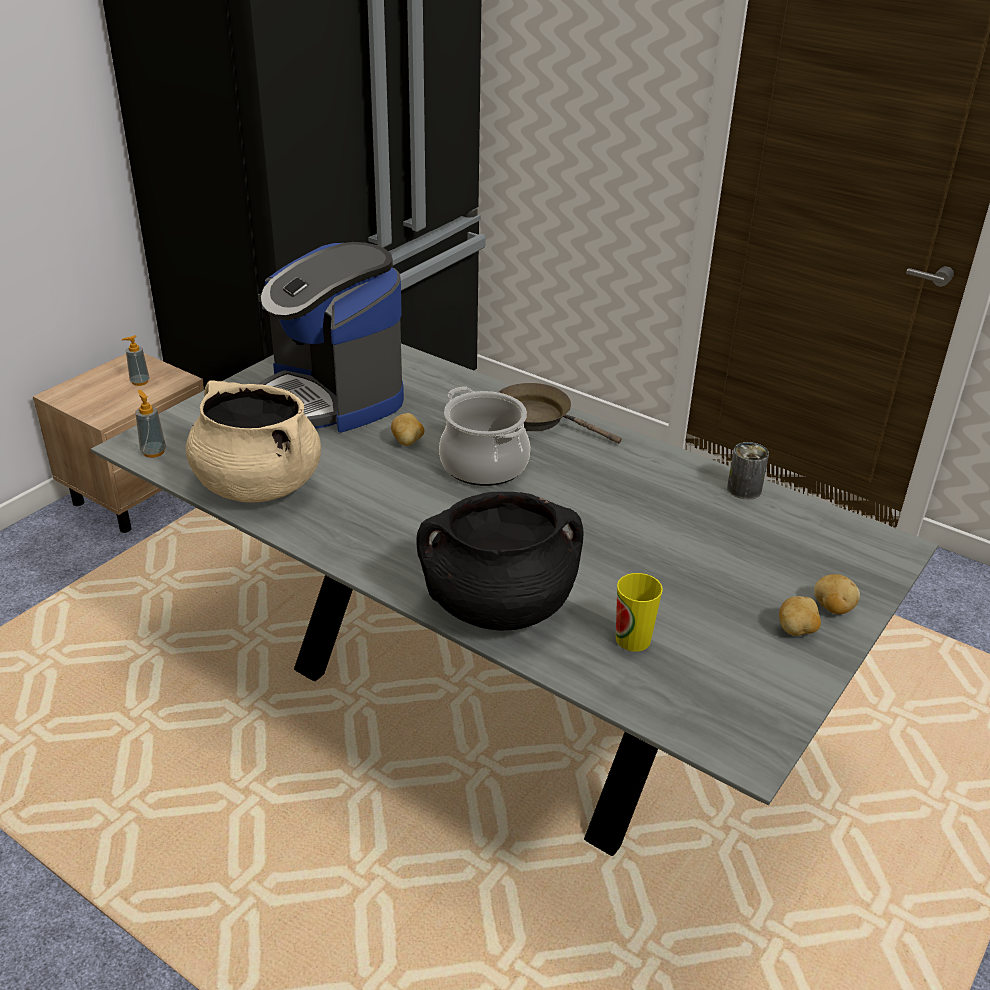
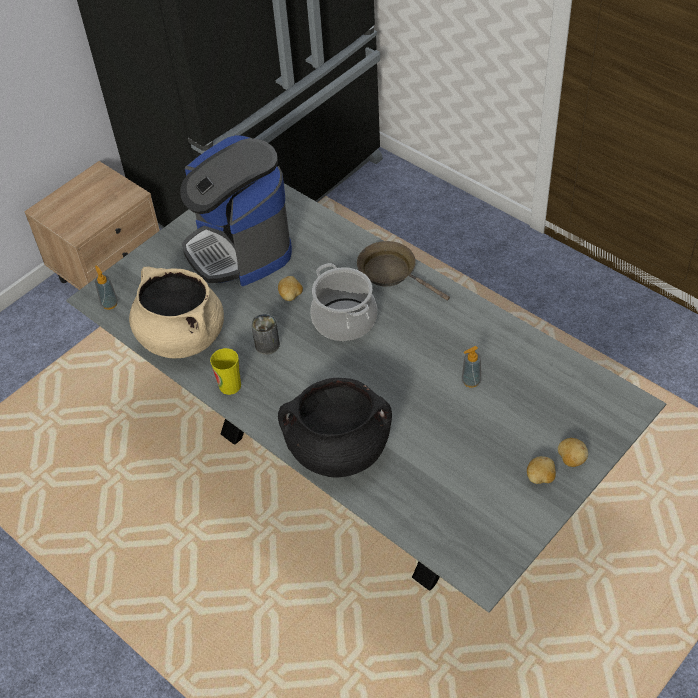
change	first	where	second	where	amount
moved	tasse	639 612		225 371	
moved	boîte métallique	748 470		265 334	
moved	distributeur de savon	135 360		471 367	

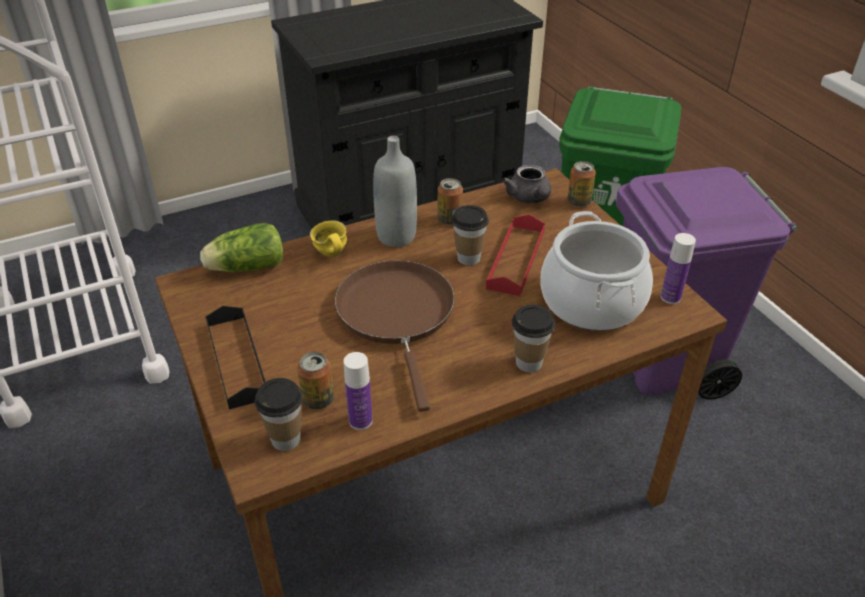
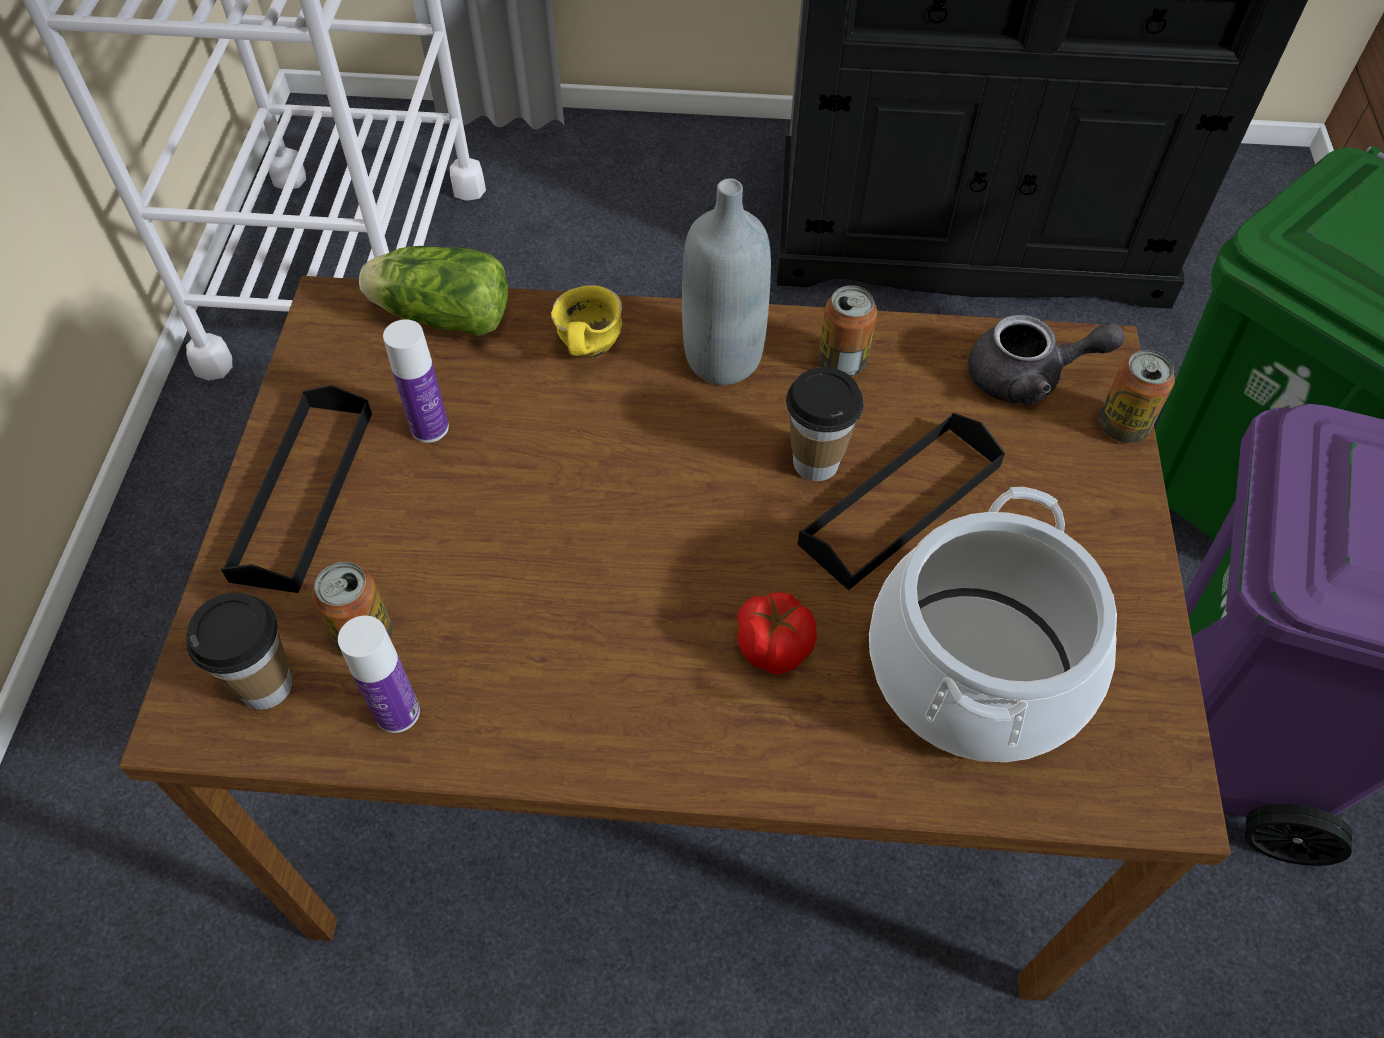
change	first	where	second	where	amount
moved	bouteille	678 268		416 381	
added			tomate	777 633	
recoloured	plateau/rouge	515 255	plateau/noir	901 501	
turned	théière/gris	526 184		1046 360	105 degrees counterclockwise
removed	poêle/marron	395 336			
removed	tasse	533 338			

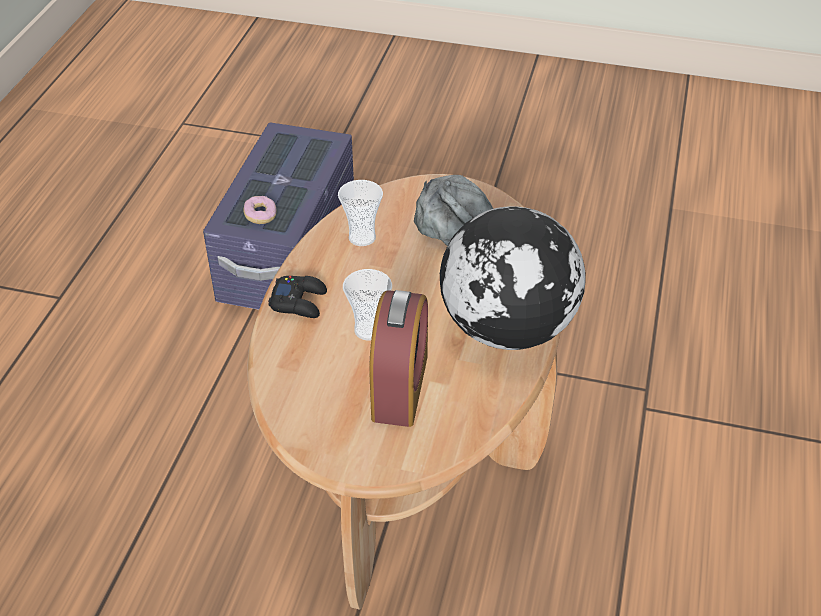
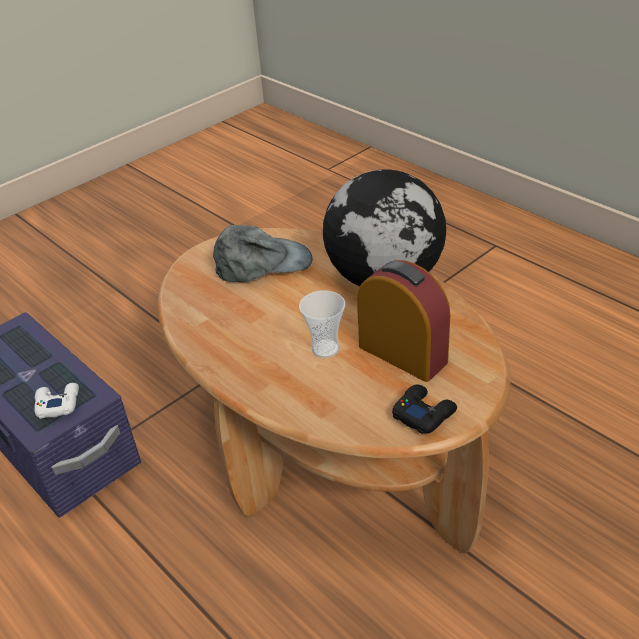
change	first	where	second	where	amount
replaced	beignet	260 210	manette/blanc	56 401	
moved	manette/noir	297 297		424 409	
removed	tasse	360 213			

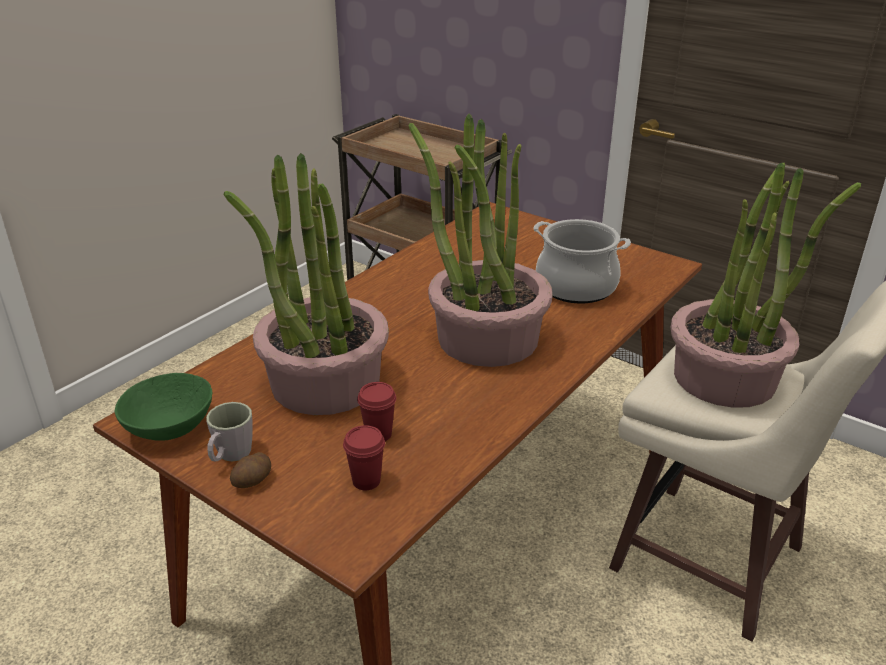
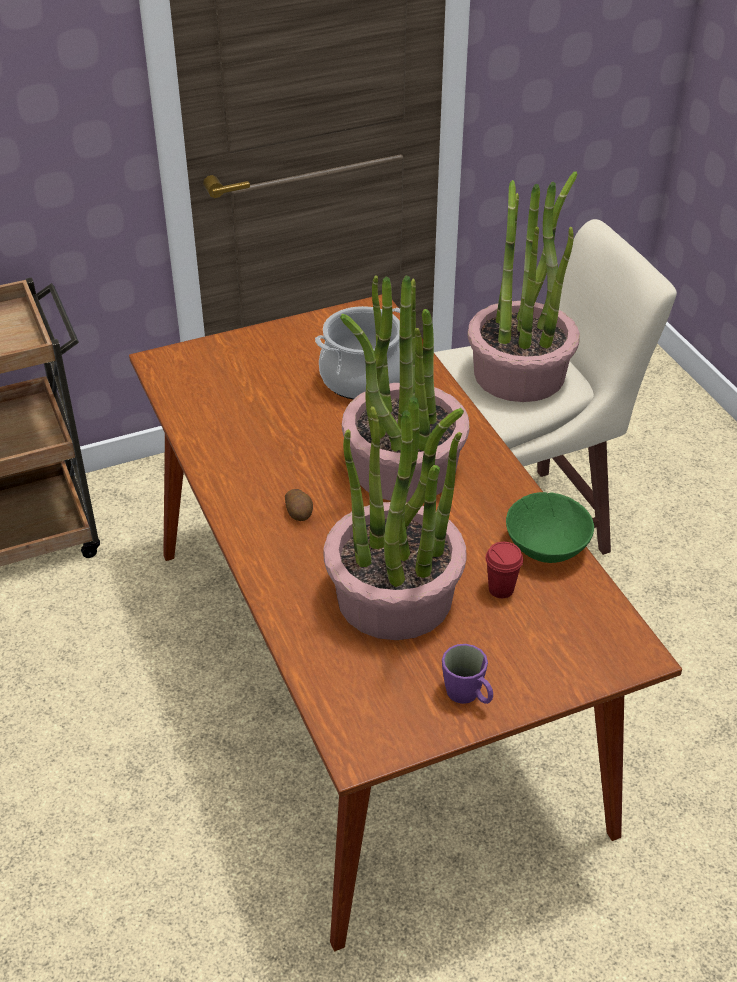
change	first	where	second	where	amount
moved	pomme de terre	250 470		299 505	
recoloured	mug/gris	229 432	mug/violet	467 674	
moved	bol/vert	163 407		550 527	
removed	tasse/rouge	364 457			

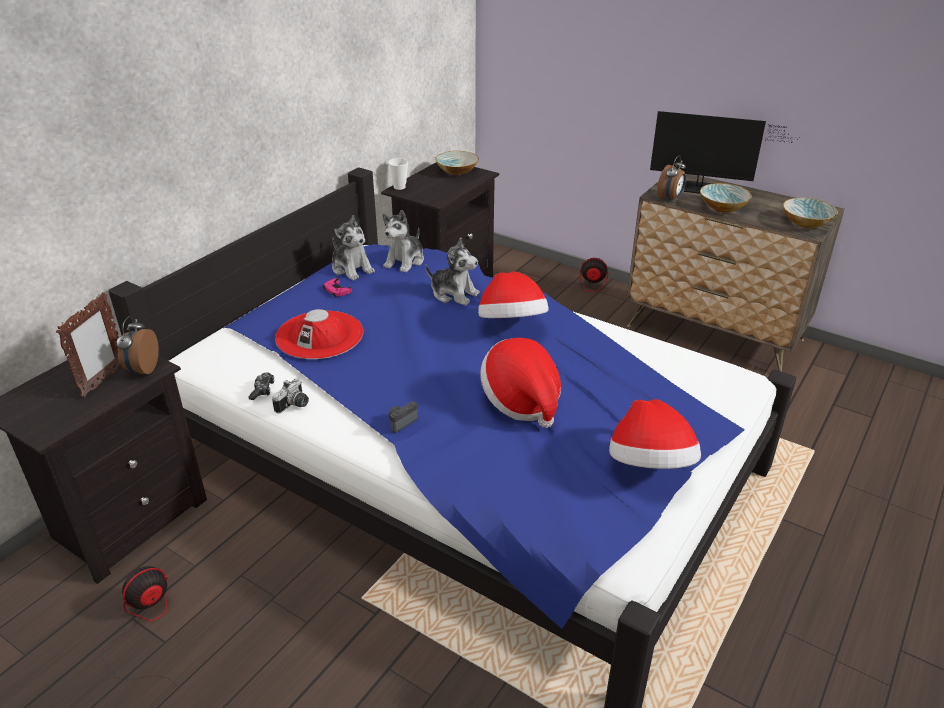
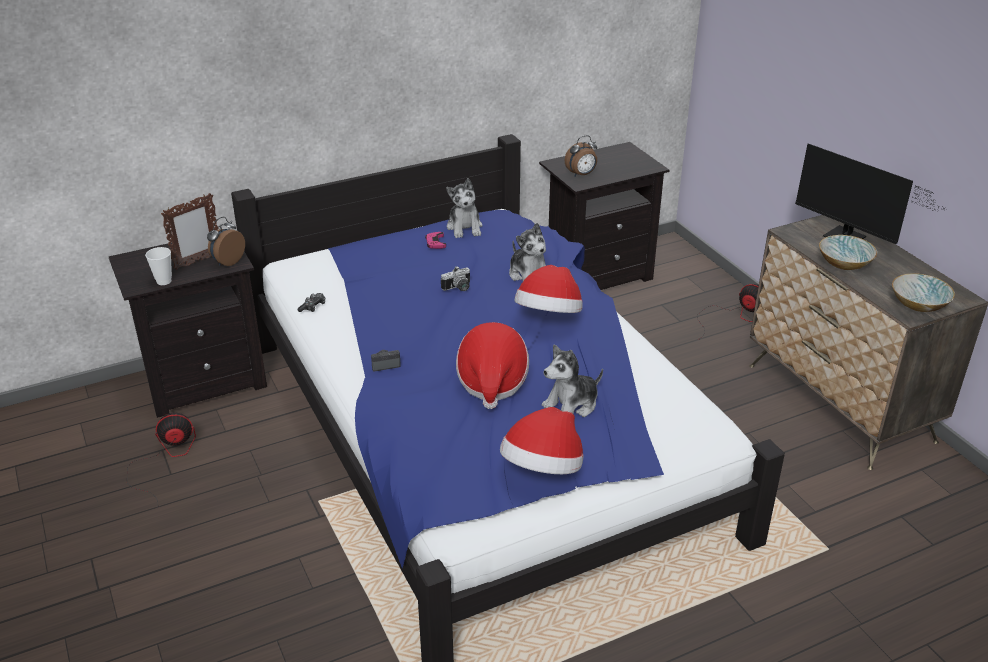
change	first	where	second	where	amount
moved	tasse	398 174		158 266	
moved	appareil photo	290 396		455 278	
moved	peluche	403 241		572 381	
moved	réveil	671 178		581 156	
removed	chapeau/rouge	319 334			
removed	bol	457 163			

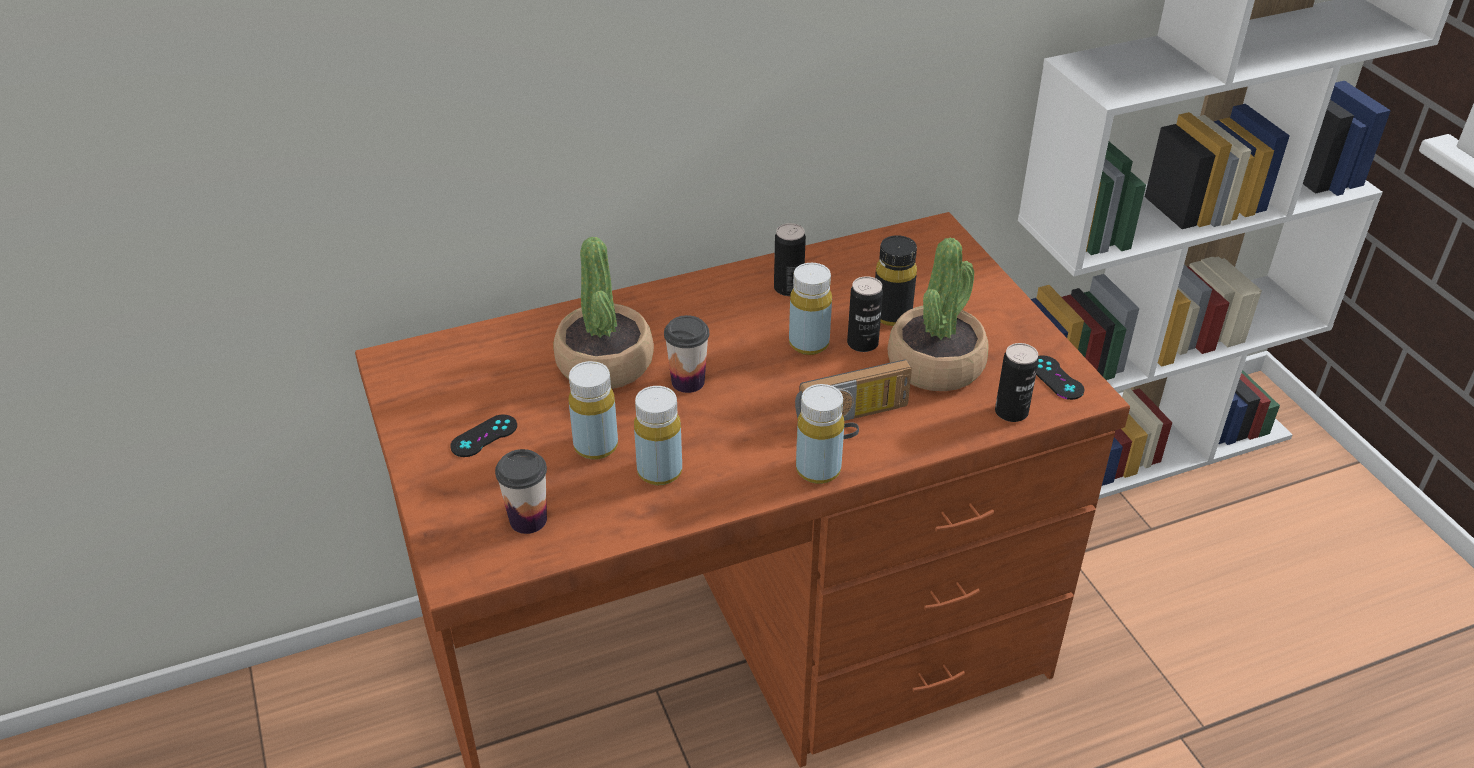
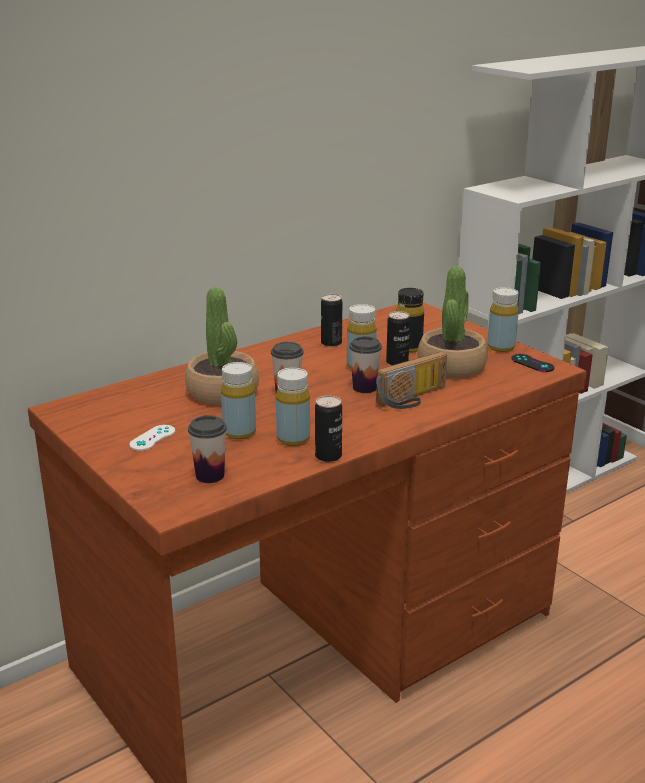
change	first	where	second	where	amount
recoloured	manette/noir	483 436	manette/blanc	152 438	
moved	boîte métallique	1017 382		328 428	
added			tasse	365 364	
moved	bouteille/jaune	820 434		503 319	

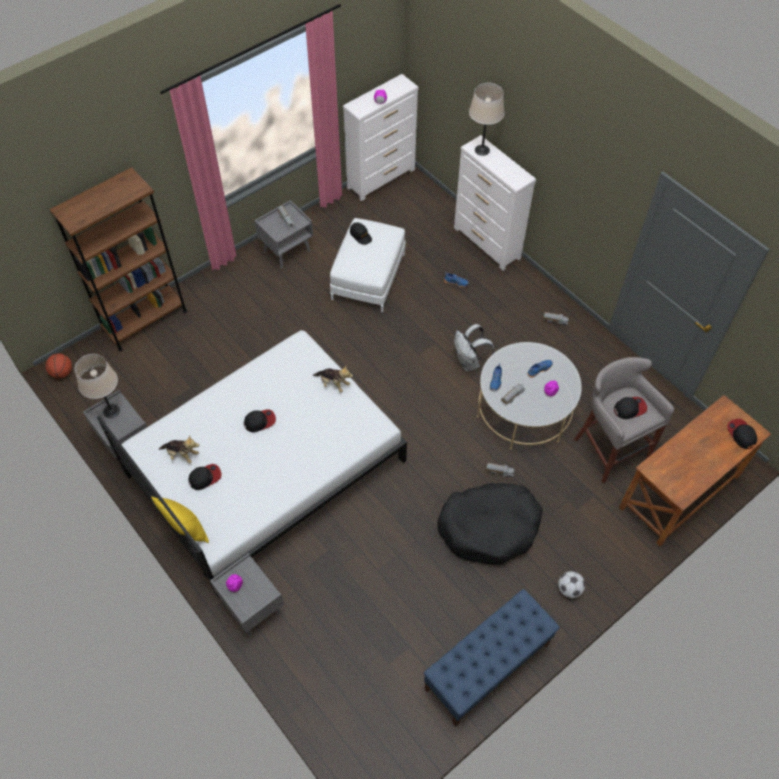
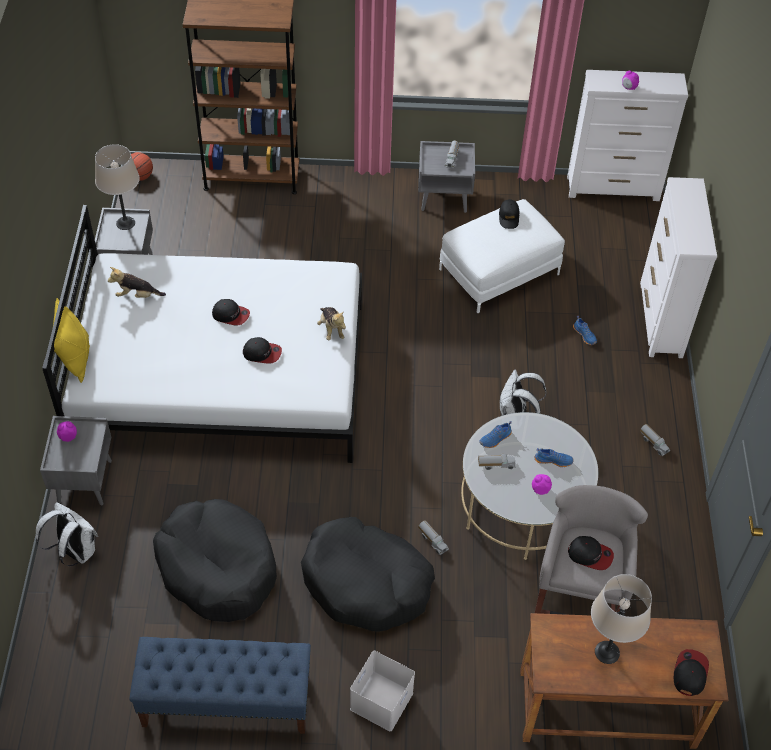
change	first	where	second	where	amount
added			sac à dos/blanc	67 534	
turned	peluche	179 449		137 282	120 degrees clockwise
added			panier pour chien/noir	215 560	
moved	casquette	204 477		262 350	
replaced	ballon de foot	571 584	boîte de rangement/blanc	382 691	
moved	lampe de table/beige	487 119		621 619	

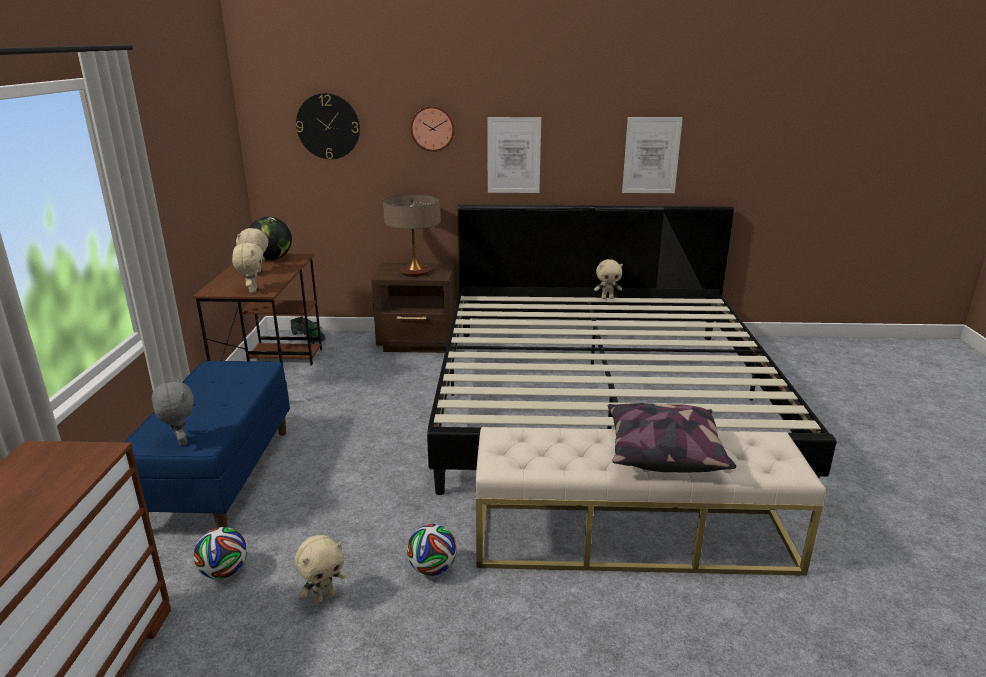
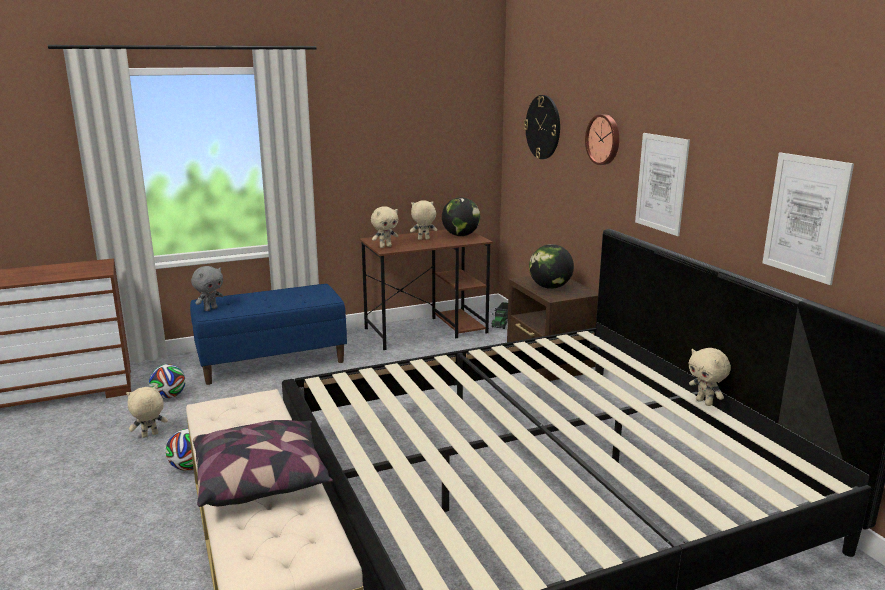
change	first	where	second	where	amount
turned	peluche/beige	320 569		147 411	120 degrees clockwise
replaced	lampe de table	412 235	globe	551 266	

